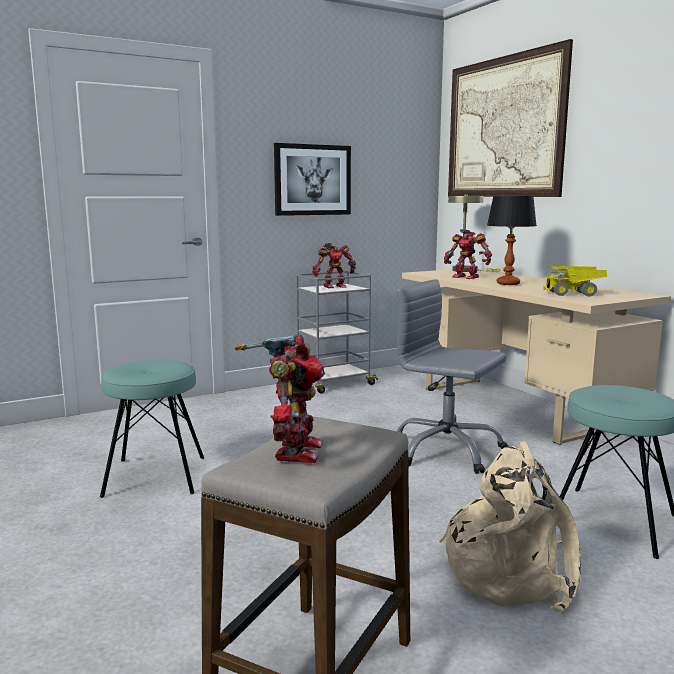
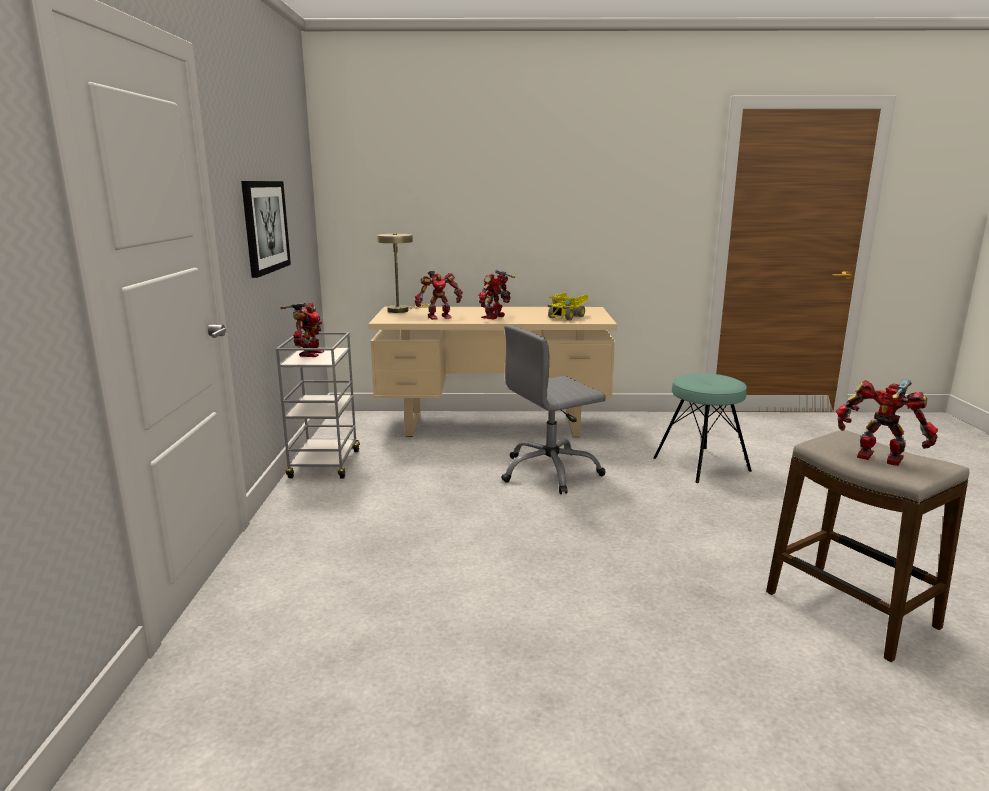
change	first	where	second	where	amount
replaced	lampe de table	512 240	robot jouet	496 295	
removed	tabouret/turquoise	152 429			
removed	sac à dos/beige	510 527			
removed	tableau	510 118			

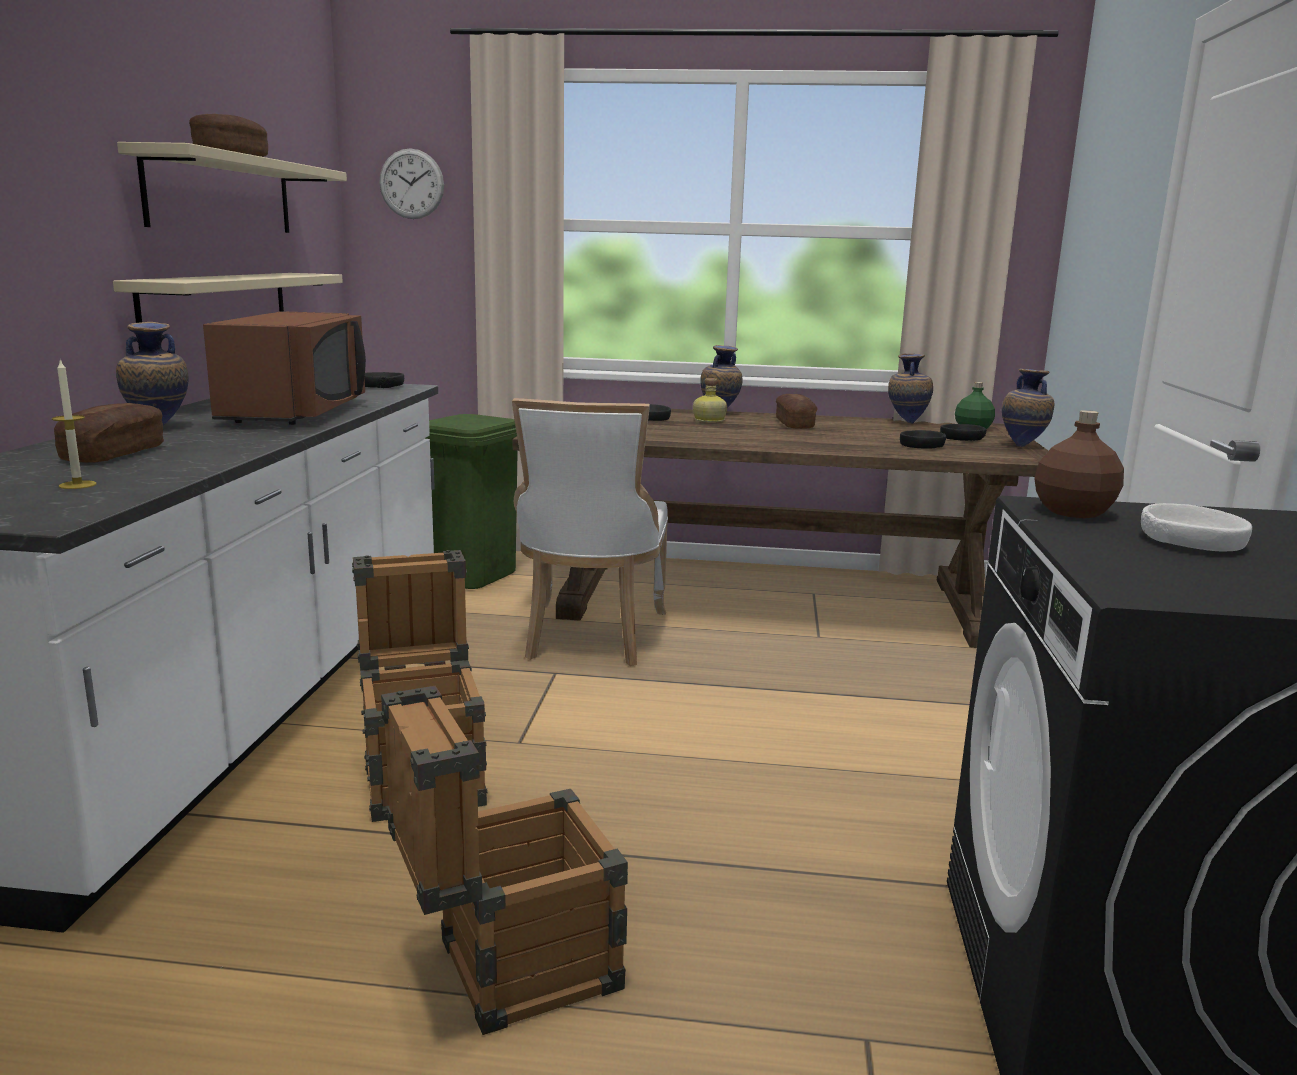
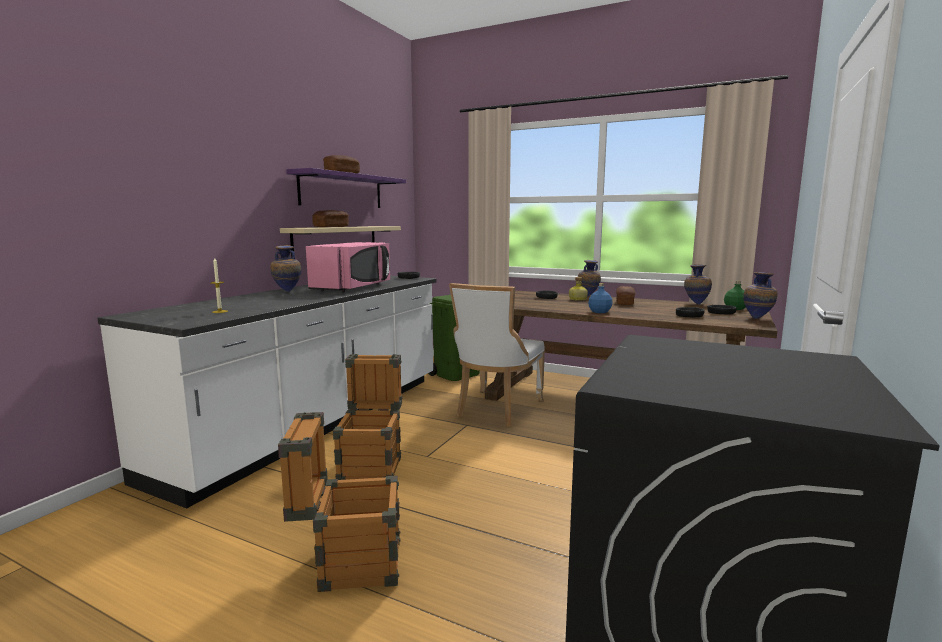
change	first	where	second	where	amount
recoloured	étagère/beige	232 187	étagère/violet	346 188	
recoloured	micro-ondes/marron	284 368	micro-ondes/rose	348 267	
moved	pain	109 433		330 218	
added			bouteille/bleu	600 298	
removed	horloge murale	411 184			
removed	bouteille/marron	1079 464			
removed	bol/blanc	1196 527			

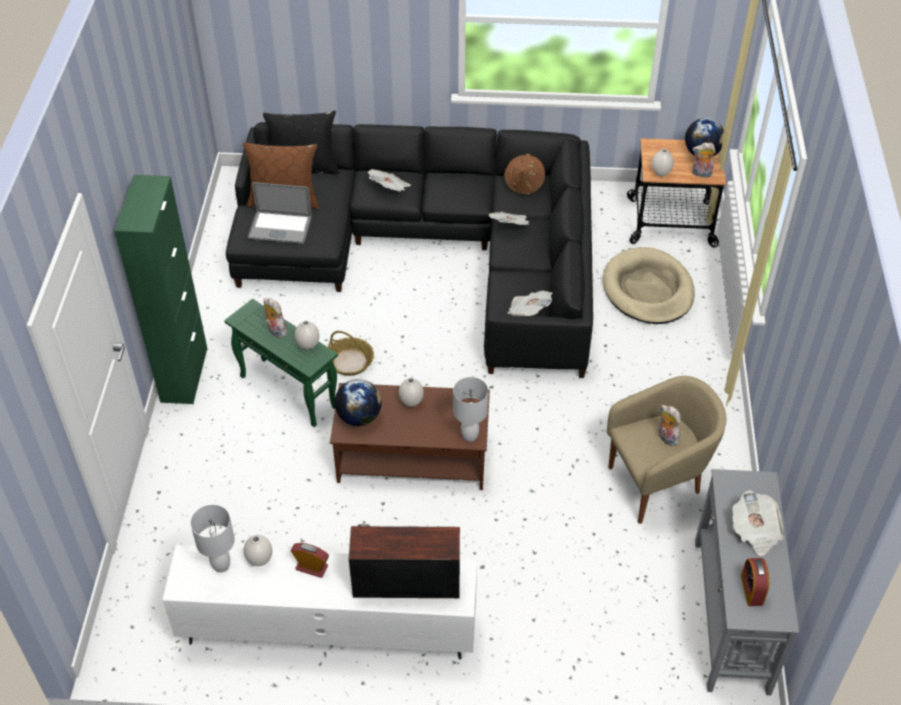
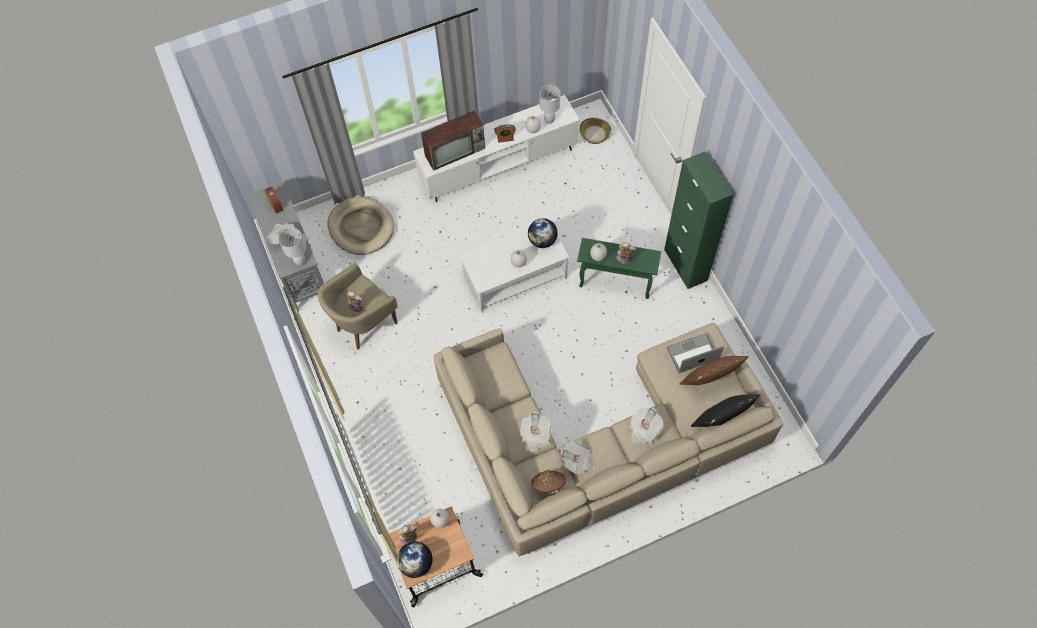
change	first	where	second	where	amount
moved	lampe de table/blanc	470 409		292 247	
moved	panier pour chien/beige	649 285		361 225	
recoloured	canapé/noir	409 250	canapé/beige	608 439	
recoloured	table basse/marron	410 436	table basse/blanc	514 270	
moved	journal	529 303		578 458	
moved	panier	351 353		595 131	

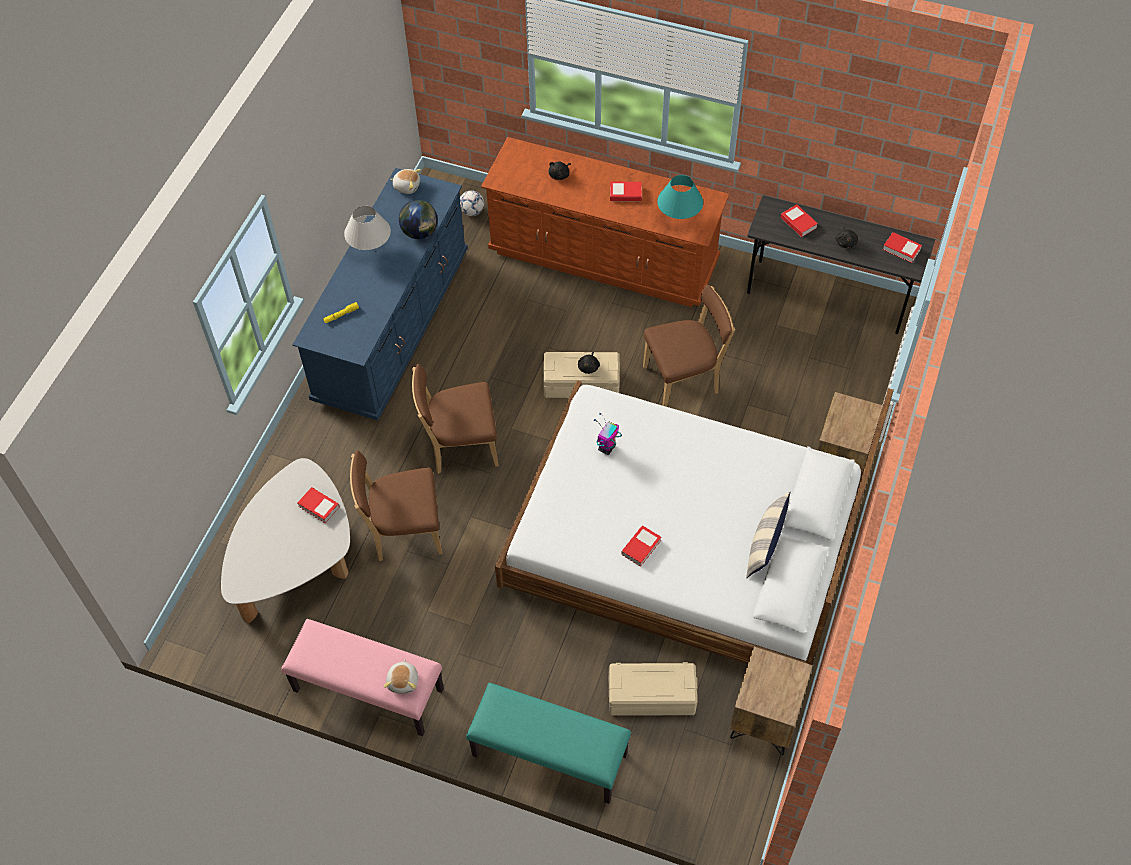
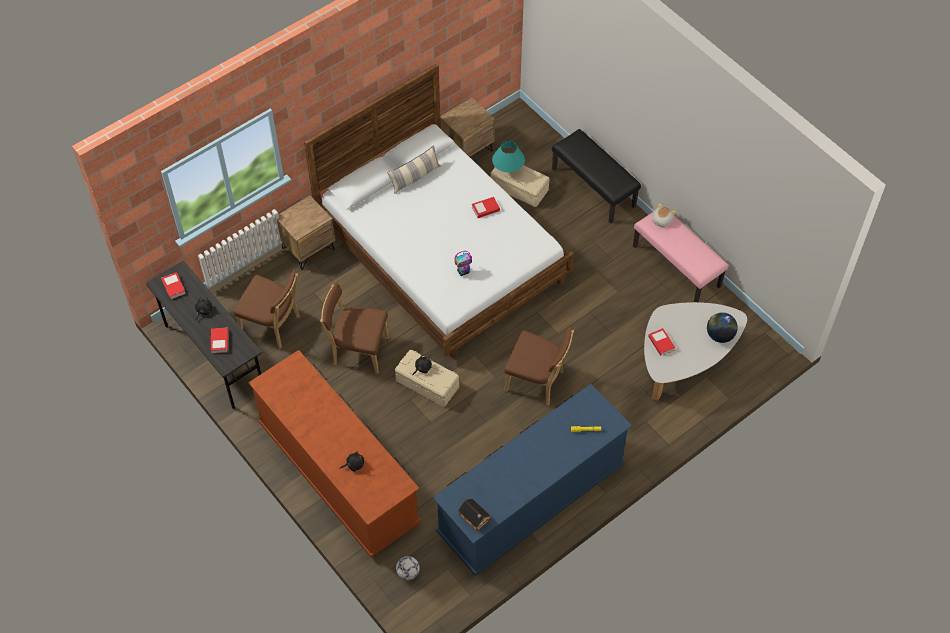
change	first	where	second	where	amount
moved	chaise/marron	396 505		266 309	
replaced	peluche	405 181	maison miniature	474 514	
moved	lampe de table/turquoise	680 197		508 156	
recoloured	banc/turquoise	548 743	banc/noir	596 176	
moved	globe	418 219		722 327	
removed	lampe de table/blanc	367 228			
removed	livre	626 191			

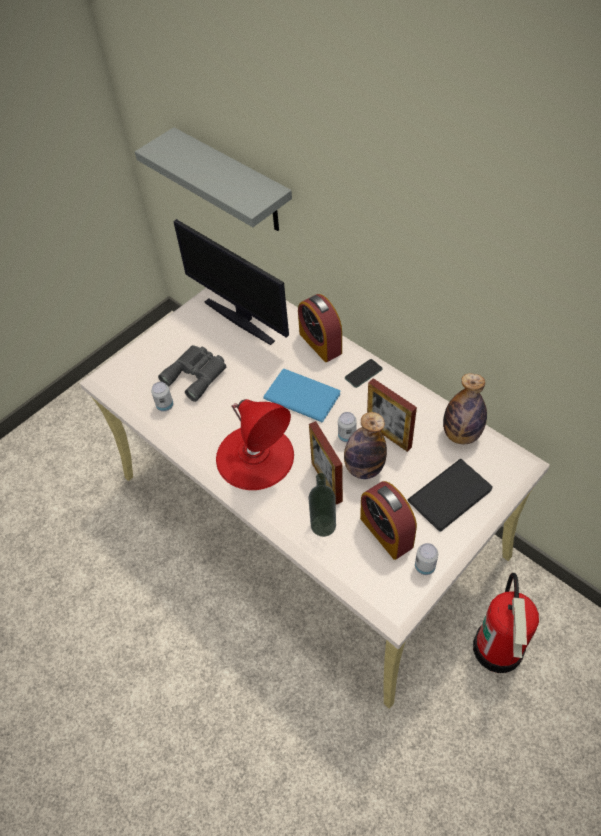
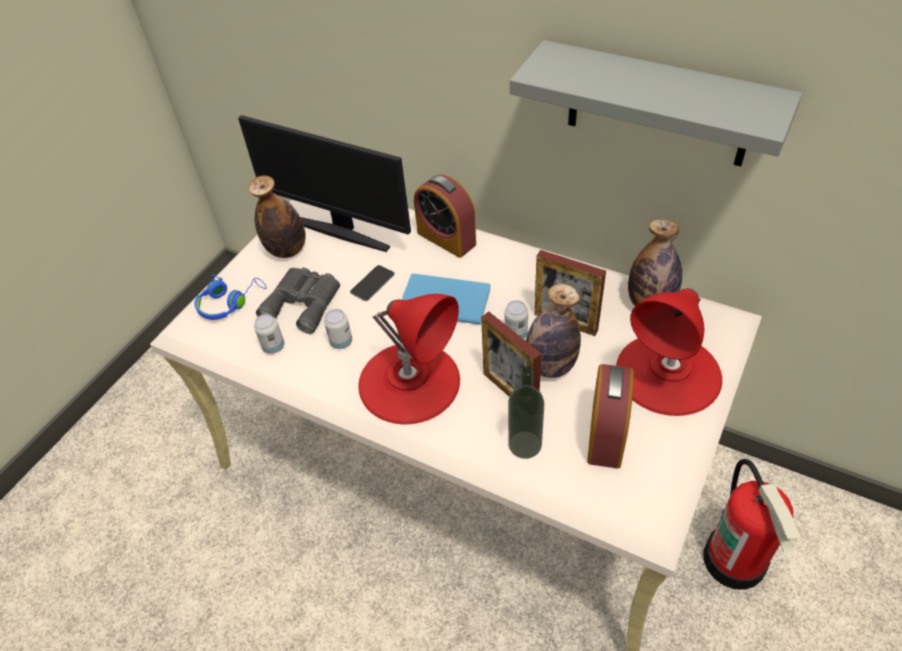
change	first	where	second	where	amount
added			casque audio/bleu	231 297	
added			bouteille	277 217	
moved	boîte métallique	426 559		338 329	
moved	téléphone	364 373		372 283	
moved	étagère/gris	213 179		656 103	
turned	réveil	388 520		610 416	120 degrees counterclockwise
replaced	livre/noir	450 495	lampe de table/rouge	669 352	

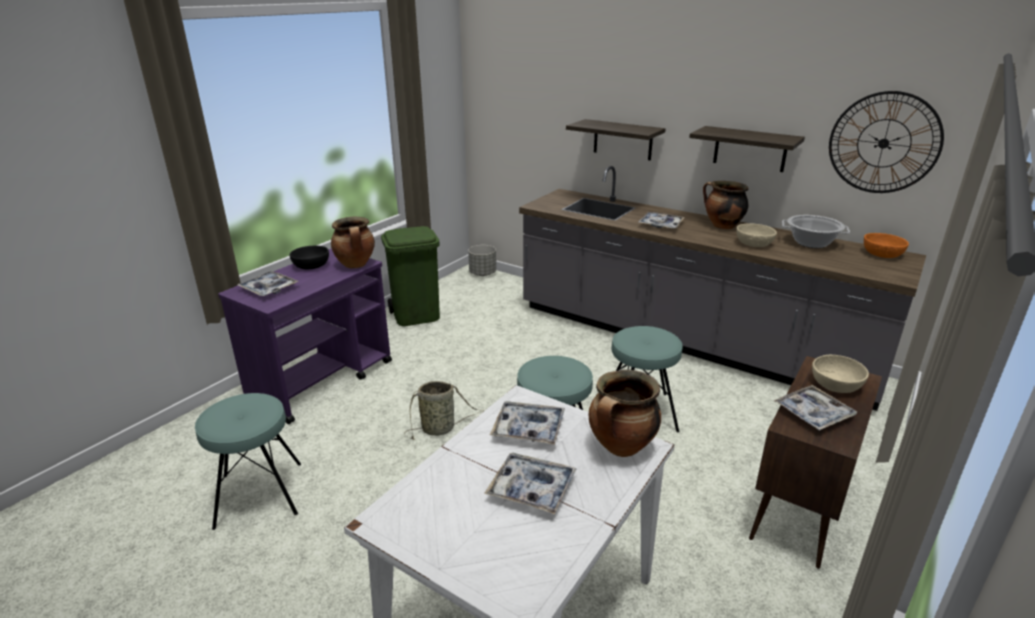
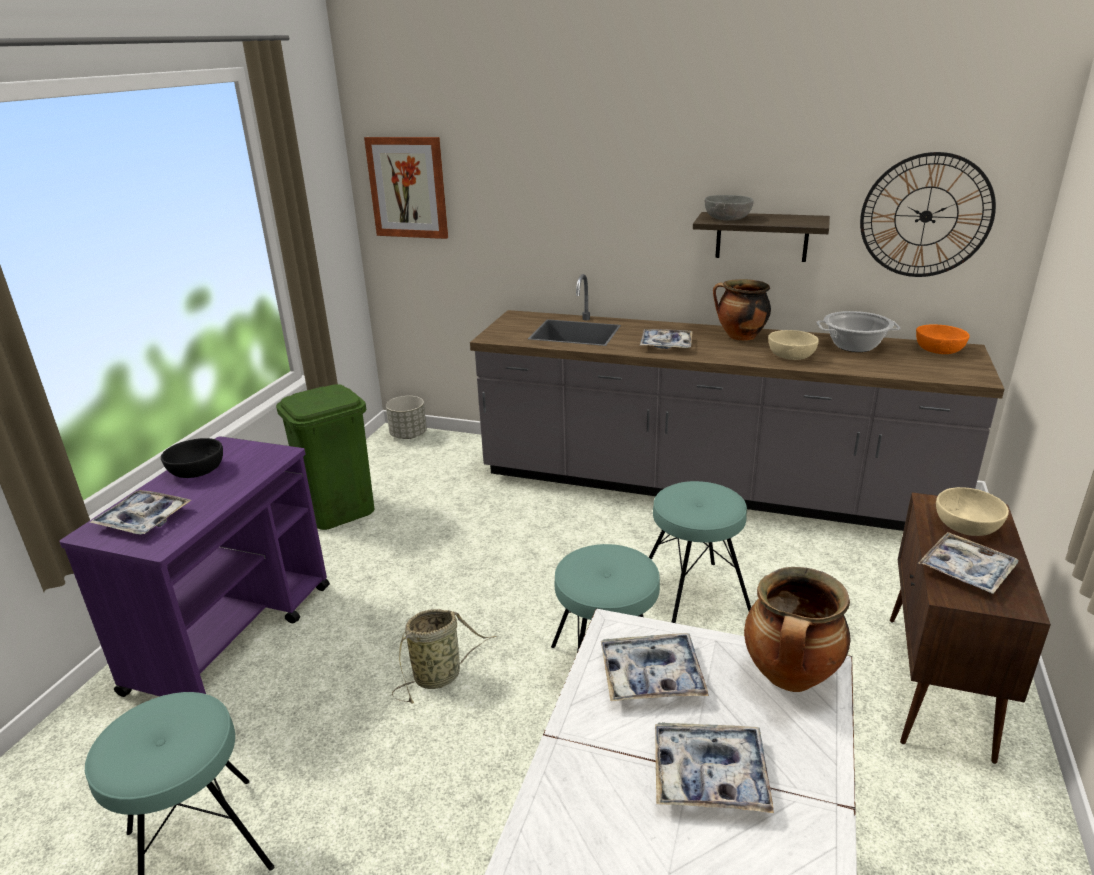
change	first	where	second	where	amount
added			tableau	406 188	
added			bol/gris	729 207	
removed	marmite	353 242			
removed	étagère	615 139			

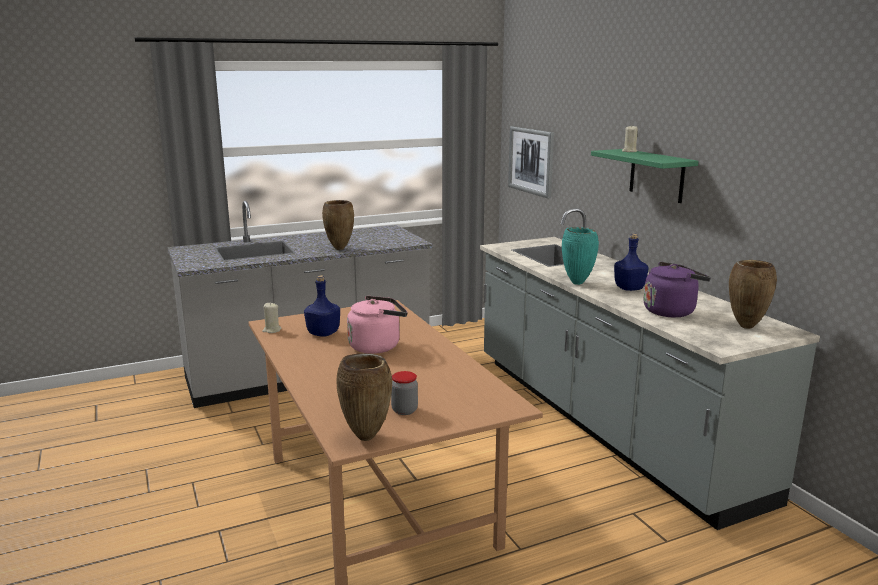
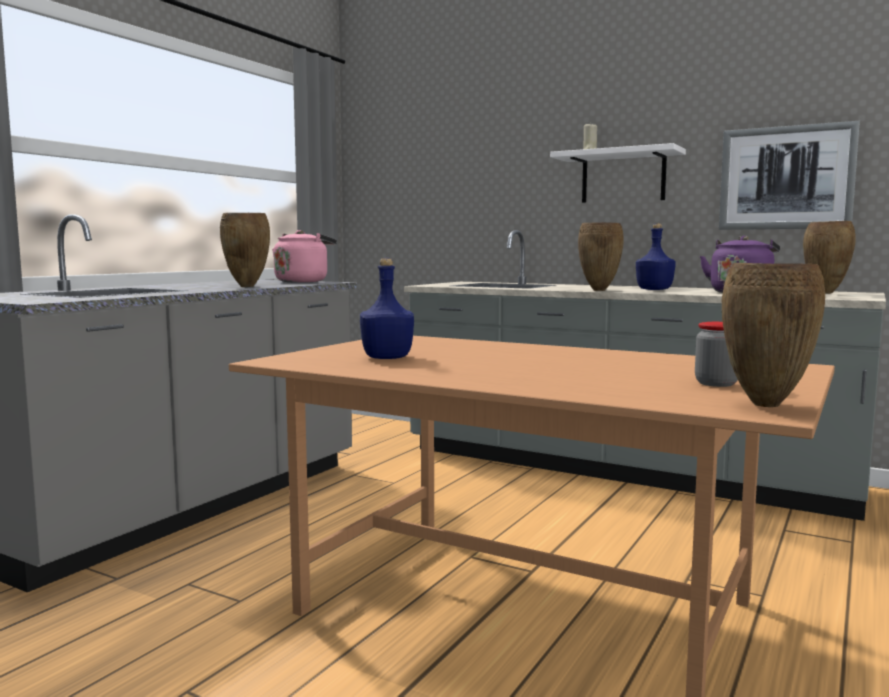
change	first	where	second	where	amount
moved	bouilloire/rose	377 325		304 256	
recoloured	étagère/vert	645 176	étagère/blanc	618 173	
recoloured	vase/turquoise	580 256	vase/marron	601 256	
moved	tableau	531 162		789 175	
removed	bougie/beige	272 318			

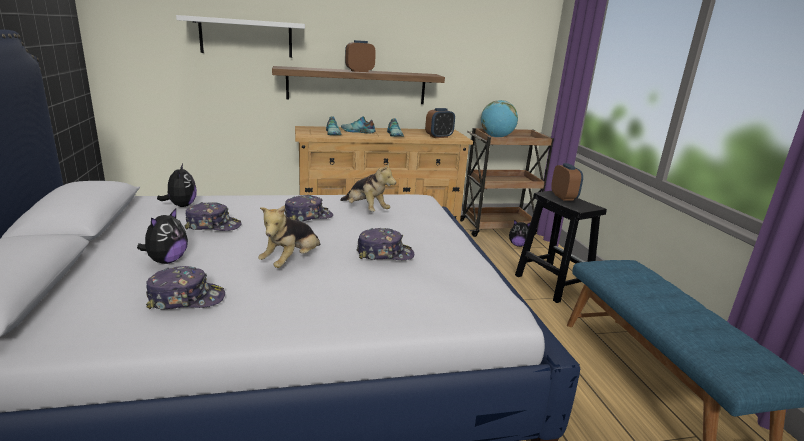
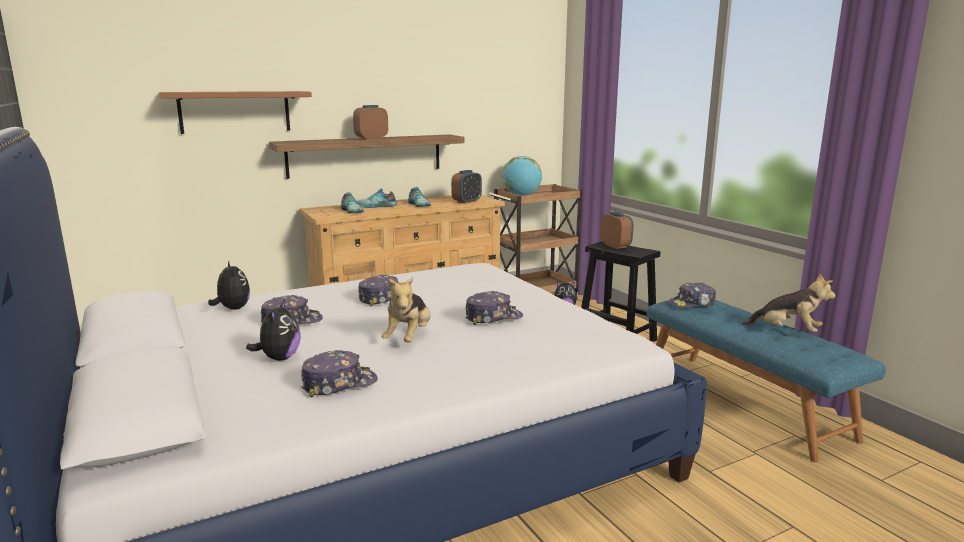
change	first	where	second	where	amount
recoloured	étagère/blanc	240 36	étagère/marron	235 112	
added			casquette	692 295	
moved	peluche	368 187		788 302	

